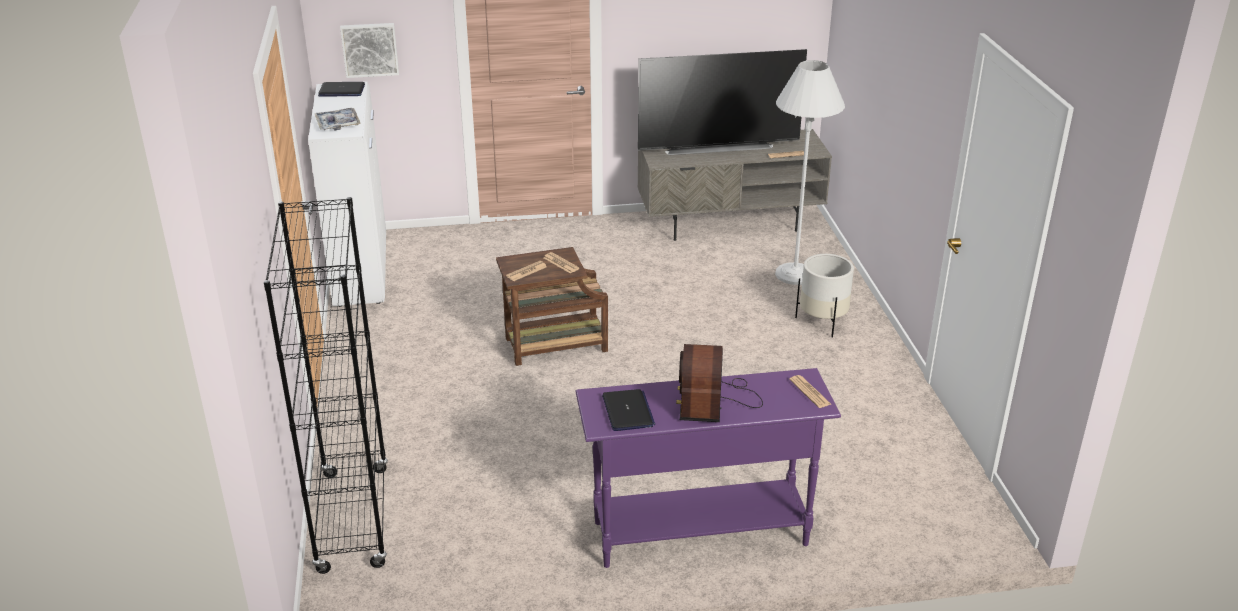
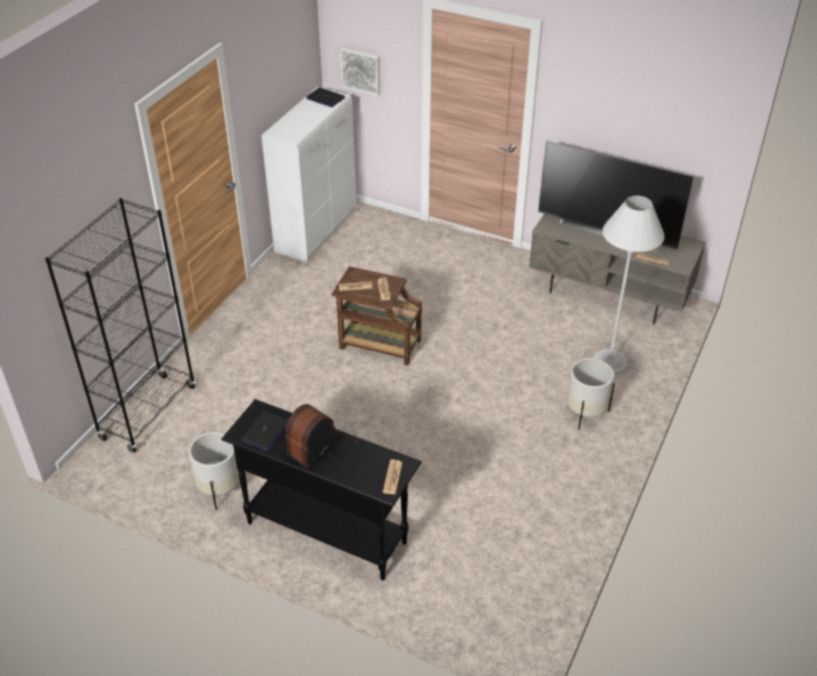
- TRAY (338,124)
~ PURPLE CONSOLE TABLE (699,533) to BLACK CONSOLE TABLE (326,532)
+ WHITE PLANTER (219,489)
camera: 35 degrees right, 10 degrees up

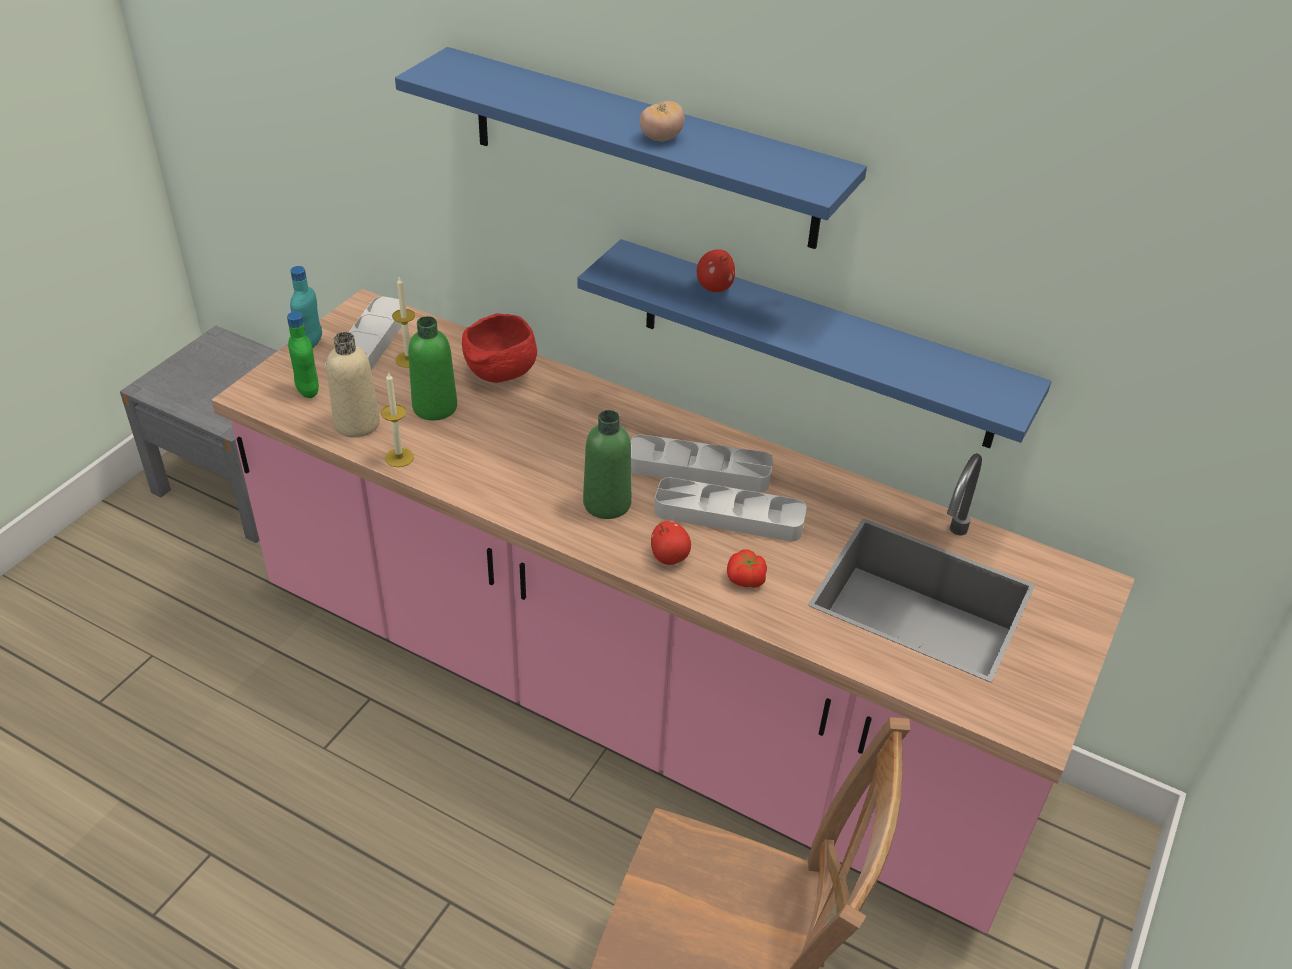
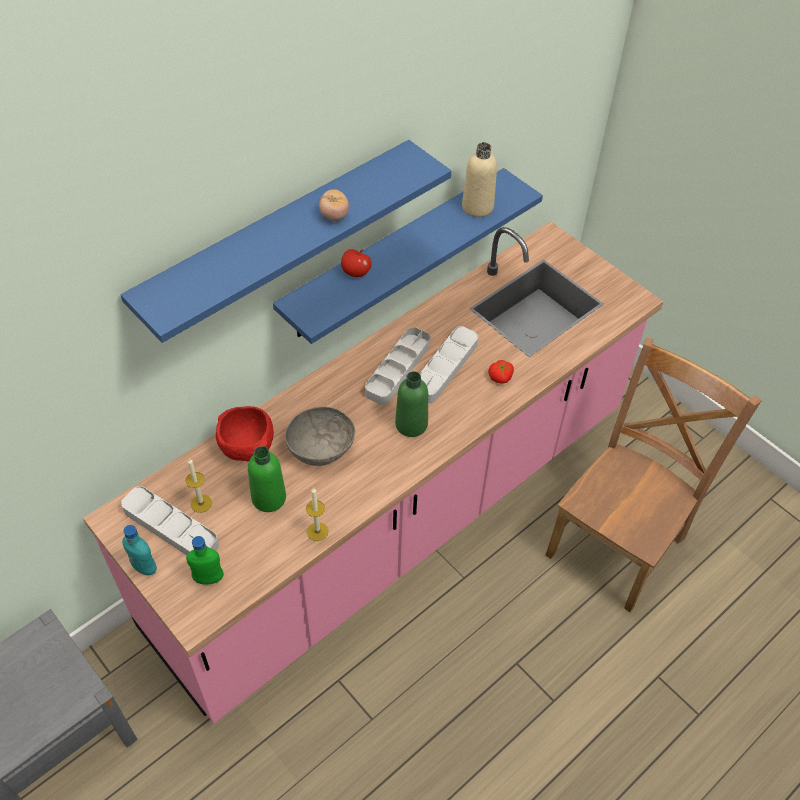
~ BEIGE BOTTLE (357,424) to (477,207)
- APPLE (669,557)
+ GREY BOWL (321,447)
camera: 70 degrees left, 10 degrees up

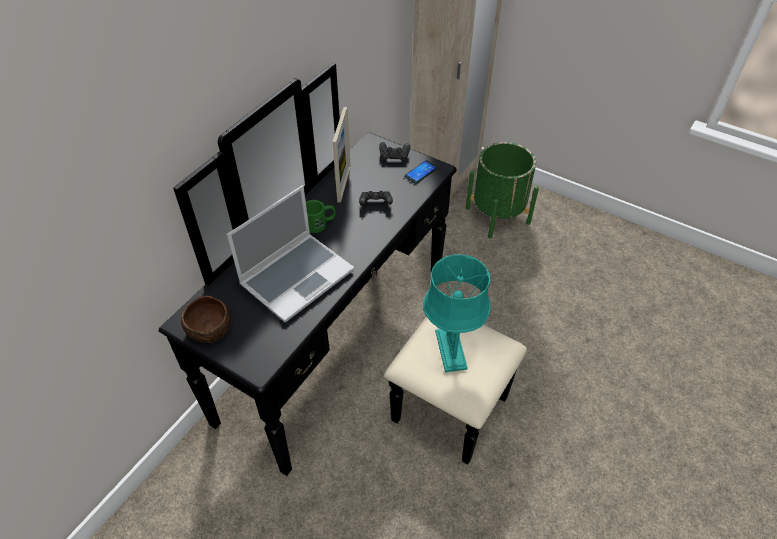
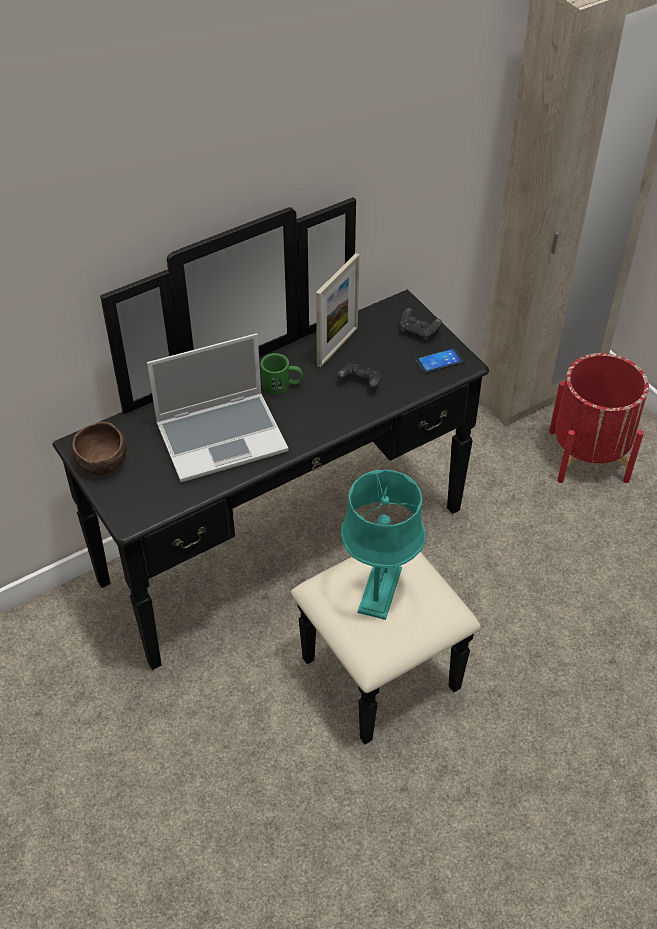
~ GREEN PLANTER (497,215) to RED PLANTER (588,456)
camera: 25 degrees right, 0 degrees up

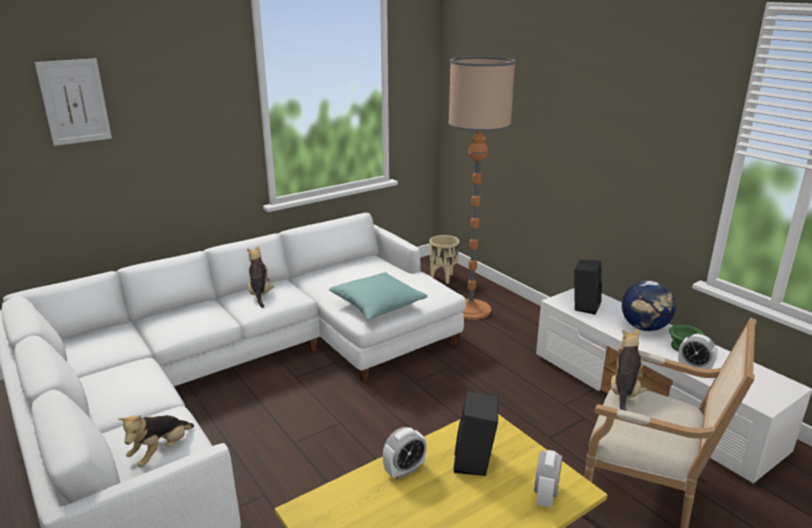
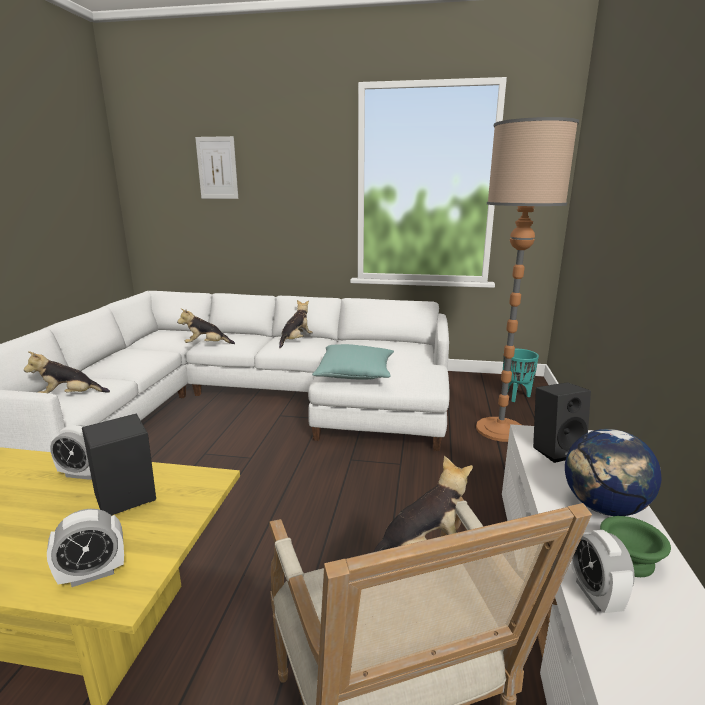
~ BEIGE PLANTER (443,278) to TURQUOISE PLANTER (516,396)
+ PLUSH TOY (206,345)
camera: 45 degrees right, 5 degrees down

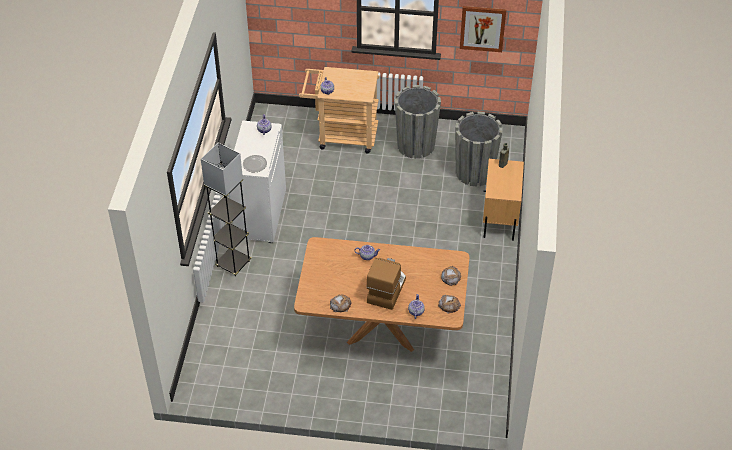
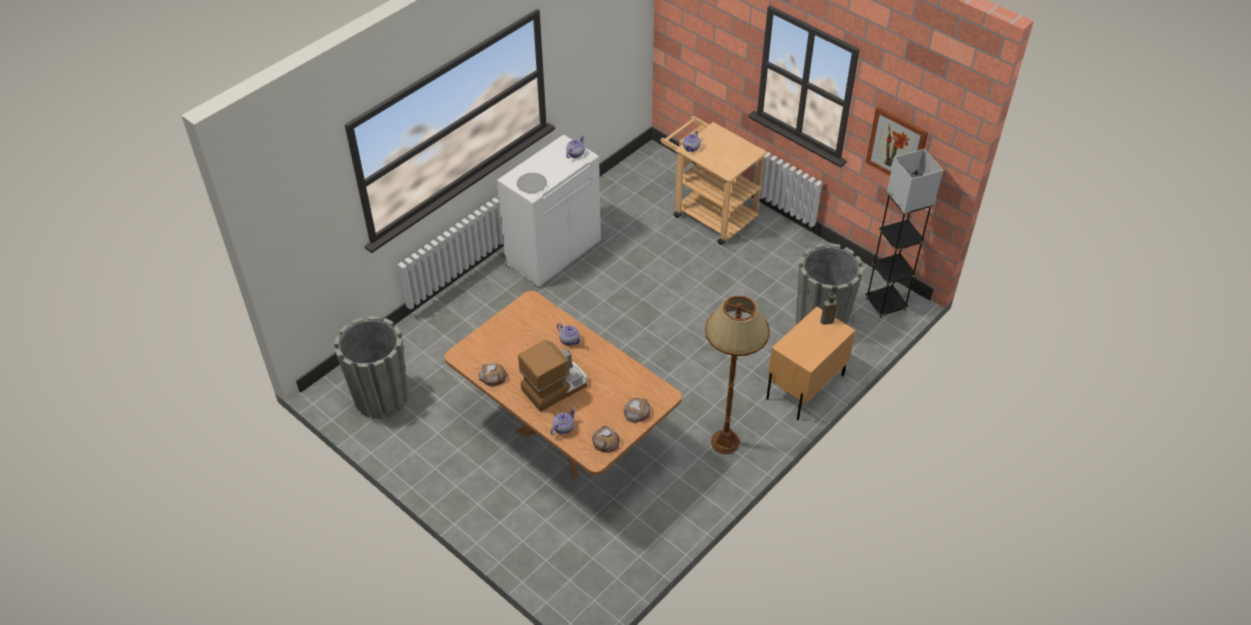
~ GREY PLANTER (415,145) to (381,397)
~ GREY FLOOR LAMP (233,264) to (885,304)
+ BROWN FLOOR LAMP (725,442)
camera: 35 degrees right, 0 degrees up

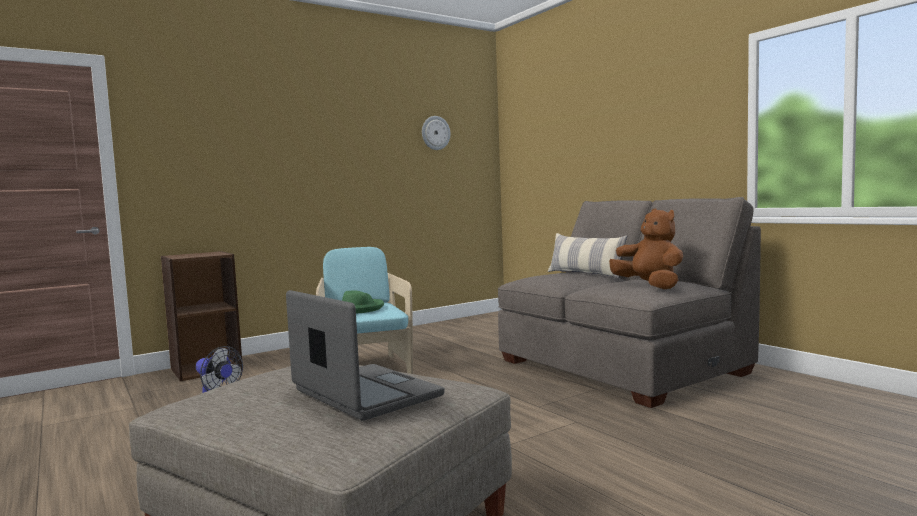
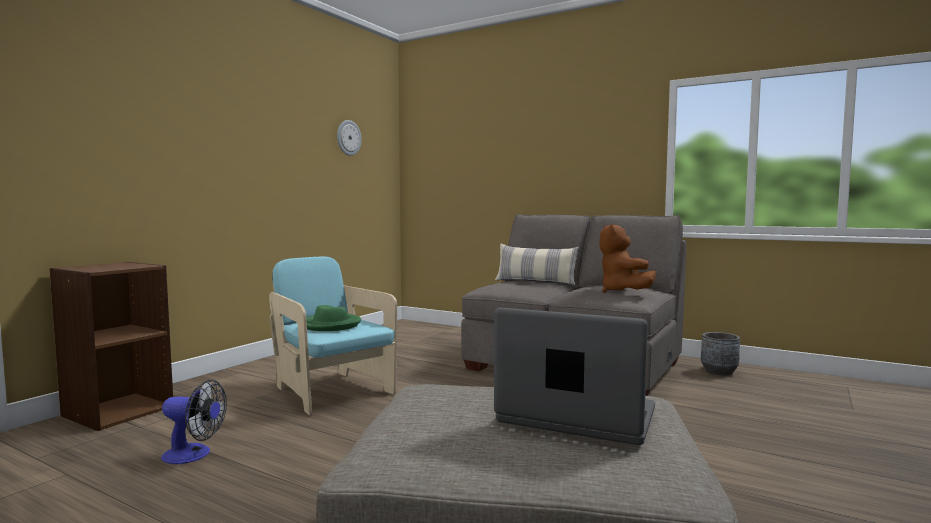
~ BROWN PLUSH TOY (649,286) = (622,292) 135 degrees counterclockwise
+ GREY PLANTER (719,371)
camera: 25 degrees left, 0 degrees up

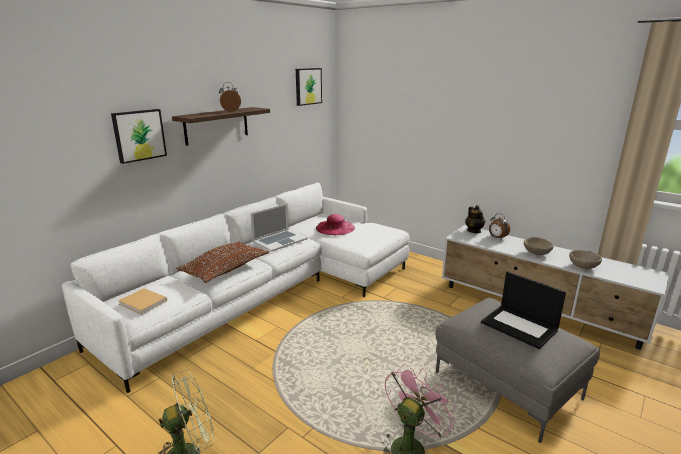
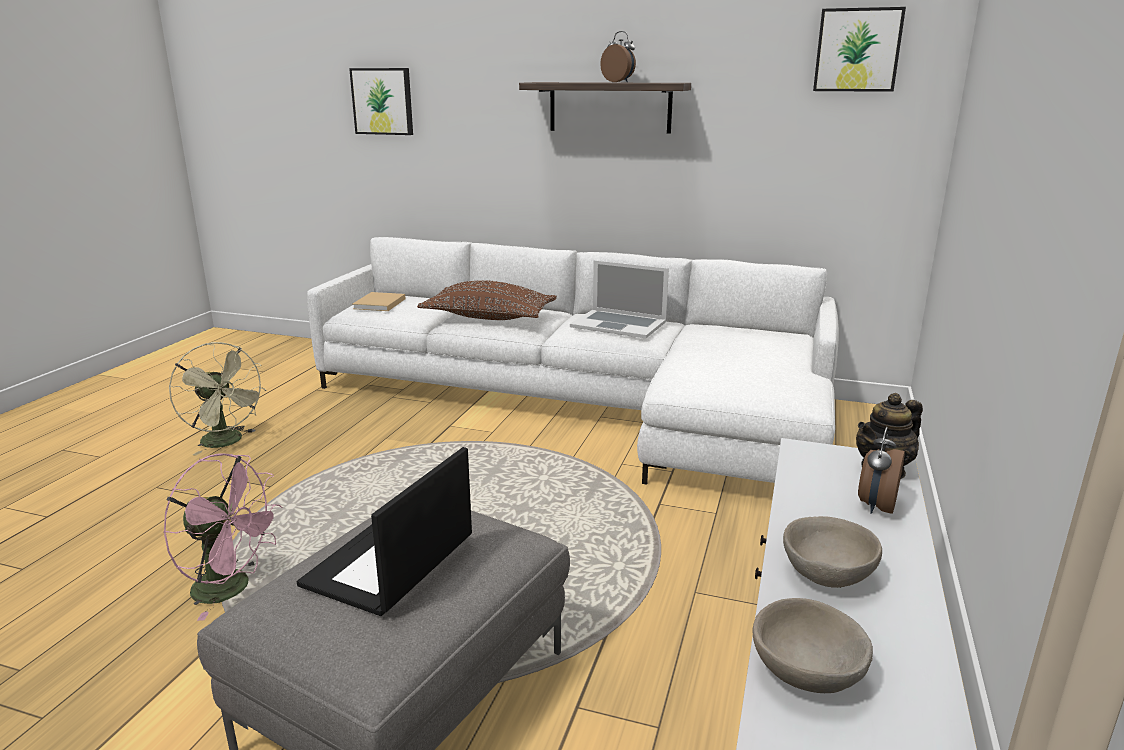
~ PICTURE (139,135) to (383,101)
- PINK HAT (335,227)
camera: 70 degrees right, 0 degrees up

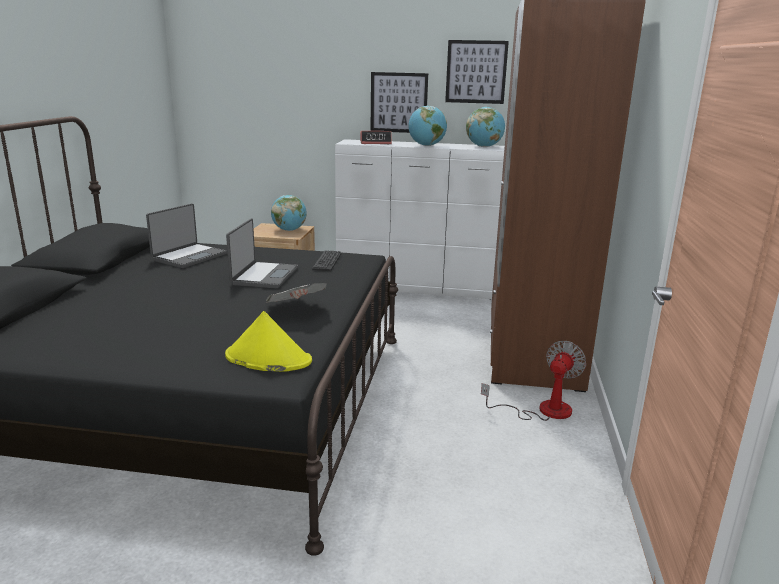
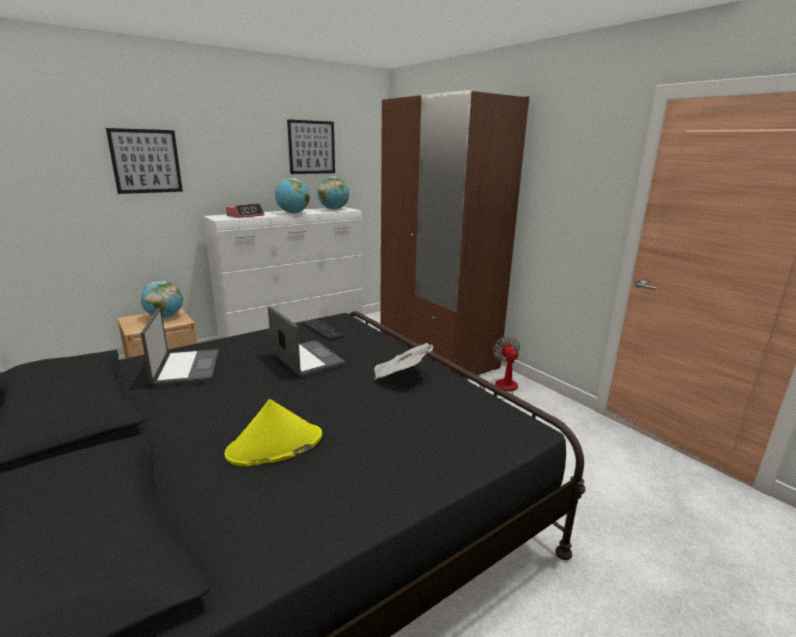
~ PICTURE (398,102) to (146,161)
~ YELLOW HAT (267,358) to (275,445)
camera: 45 degrees left, 0 degrees up

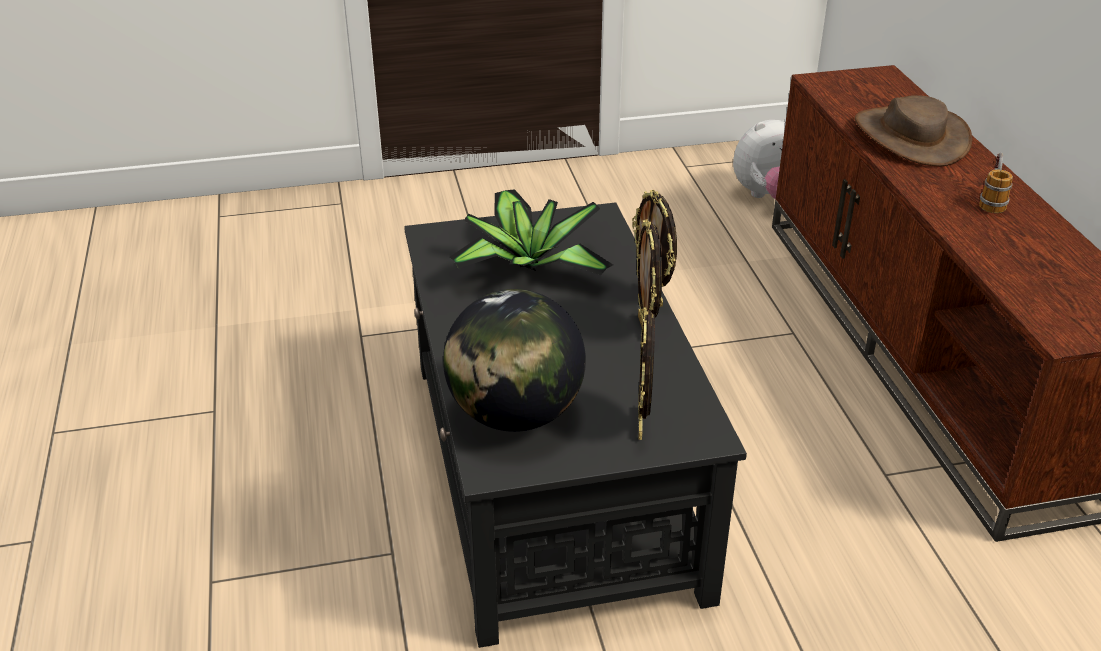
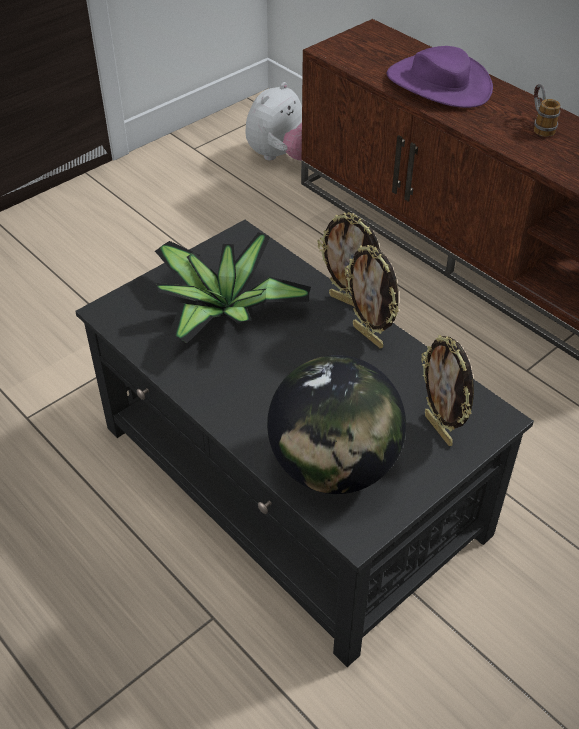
~ BROWN HAT (911,136) to PURPLE HAT (438,84)
camera: 30 degrees left, 10 degrees up

